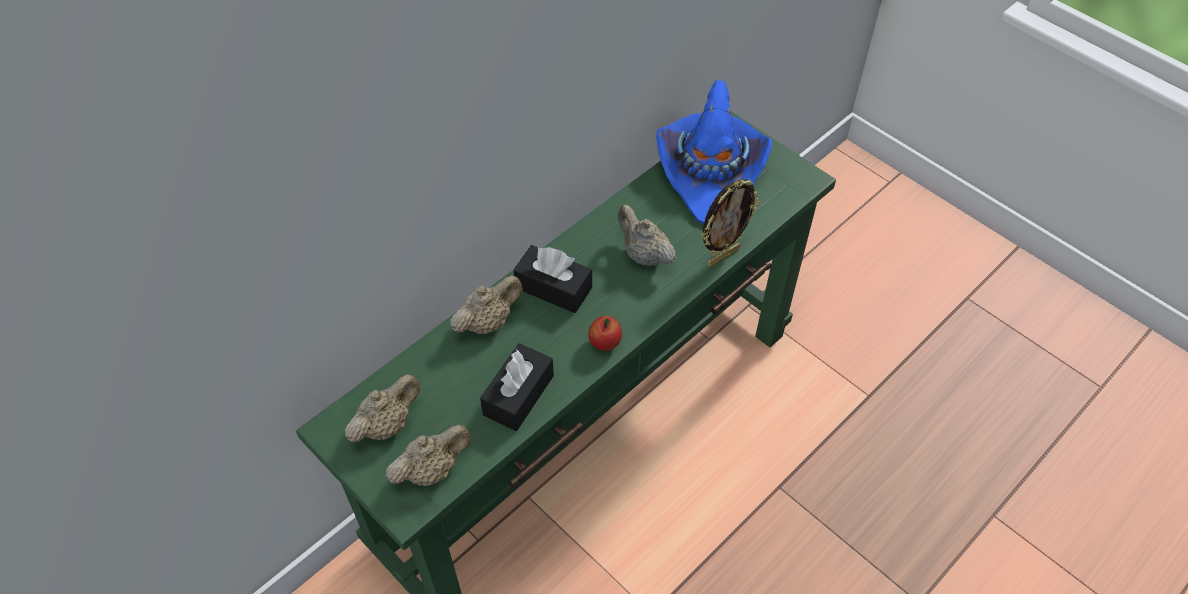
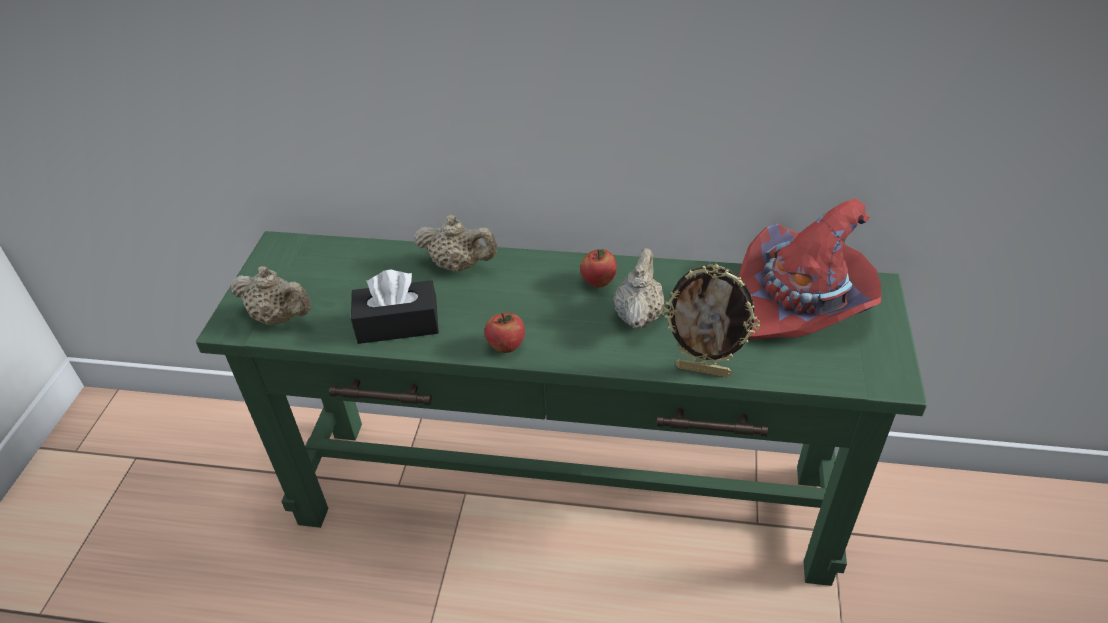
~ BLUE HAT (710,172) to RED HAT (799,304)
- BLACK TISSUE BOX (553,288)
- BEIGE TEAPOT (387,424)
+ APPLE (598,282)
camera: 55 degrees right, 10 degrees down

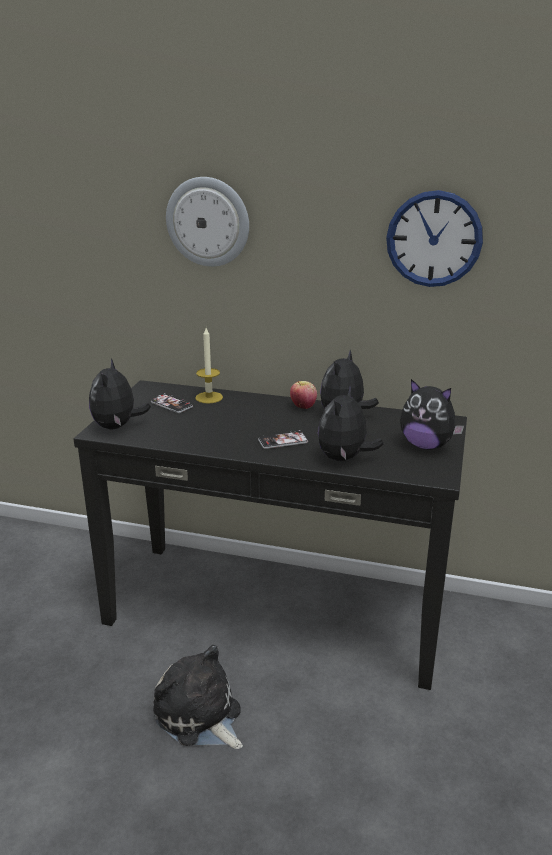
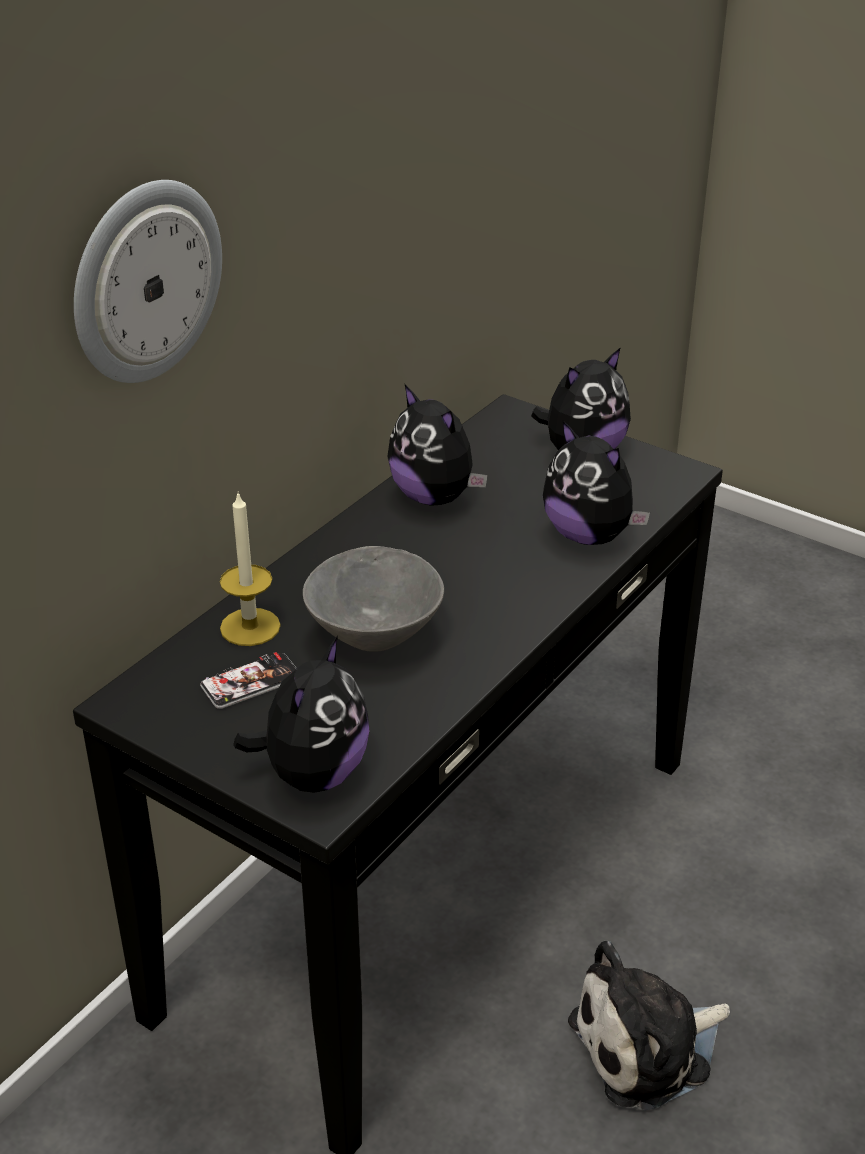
- WALL CLOCK (434,239)
~ PLUSH TOY (117,427) = (313,773) 90 degrees counterclockwise
- APPLE (303,406)
- PHONE (283,441)
+ GREY BOWL (376,633)
camera: 70 degrees left, 10 degrees up

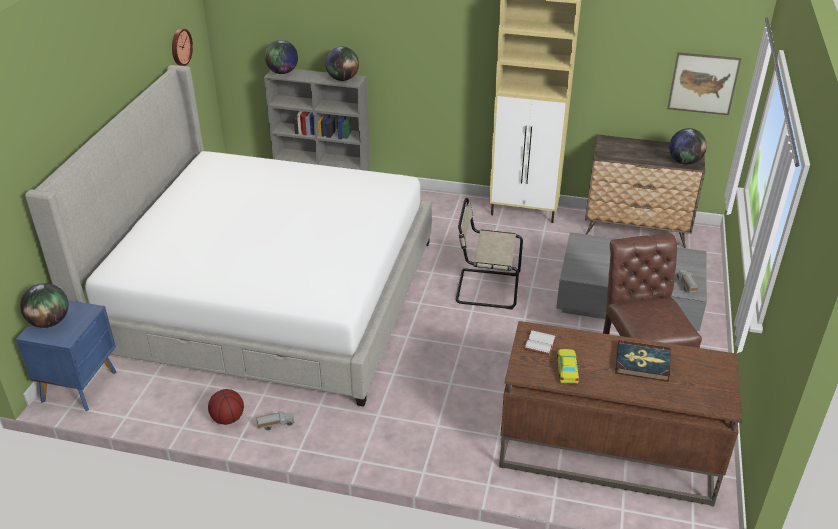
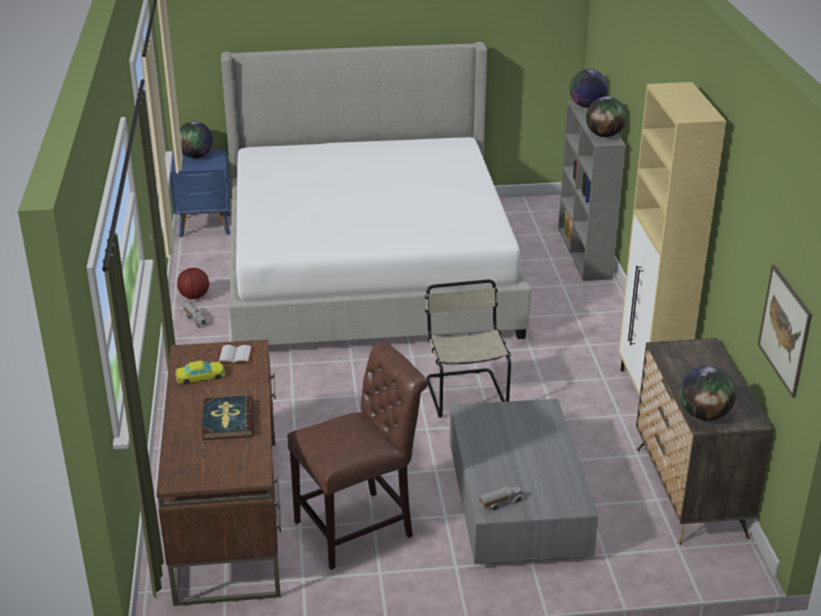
- WALL CLOCK (180,47)
camera: 70 degrees right, 5 degrees down

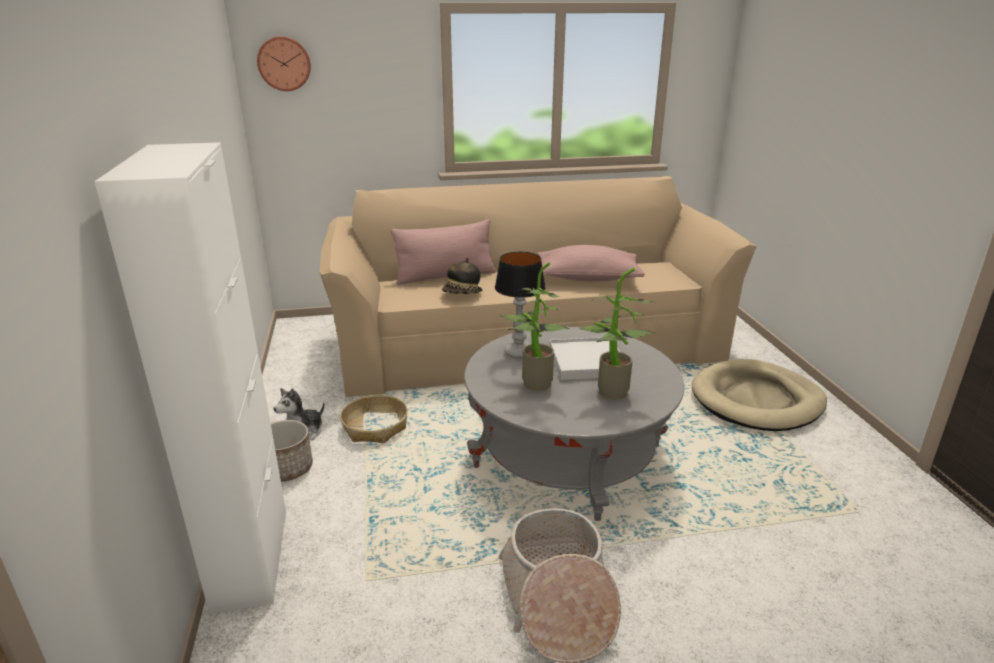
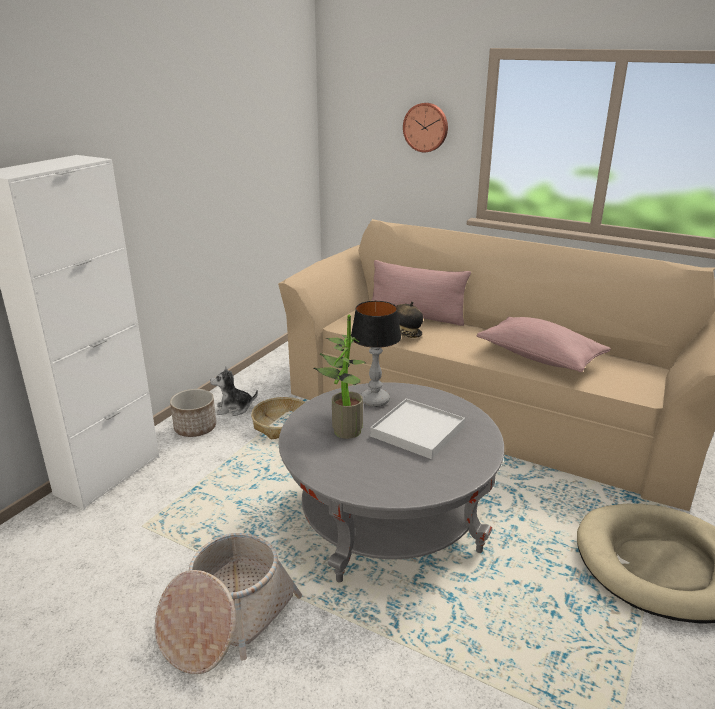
~ WALL CLOCK (284,63) to (426,127)
- POTTED PLANT (610,394)
camera: 40 degrees right, 0 degrees up

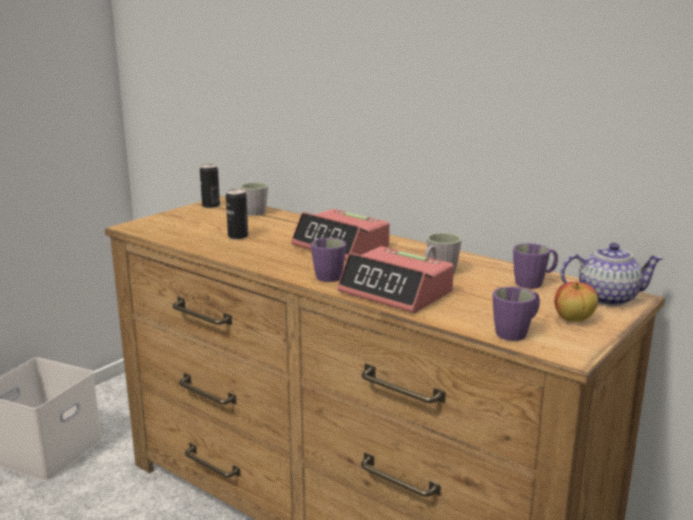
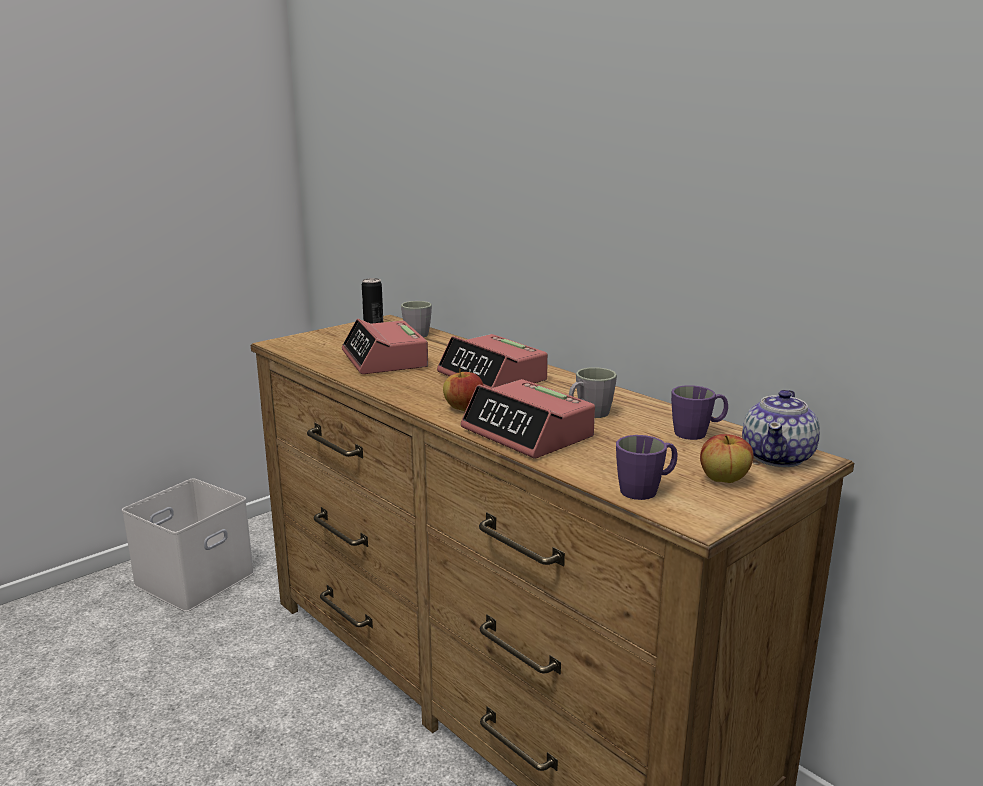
~ CAN (238,236) to ALARM CLOCK (384,360)
~ PURPLE MUG (330,275) to APPLE (463,408)
~ TEAPOT (606,298) = (778,457) 105 degrees clockwise
camera: 10 degrees right, 0 degrees up

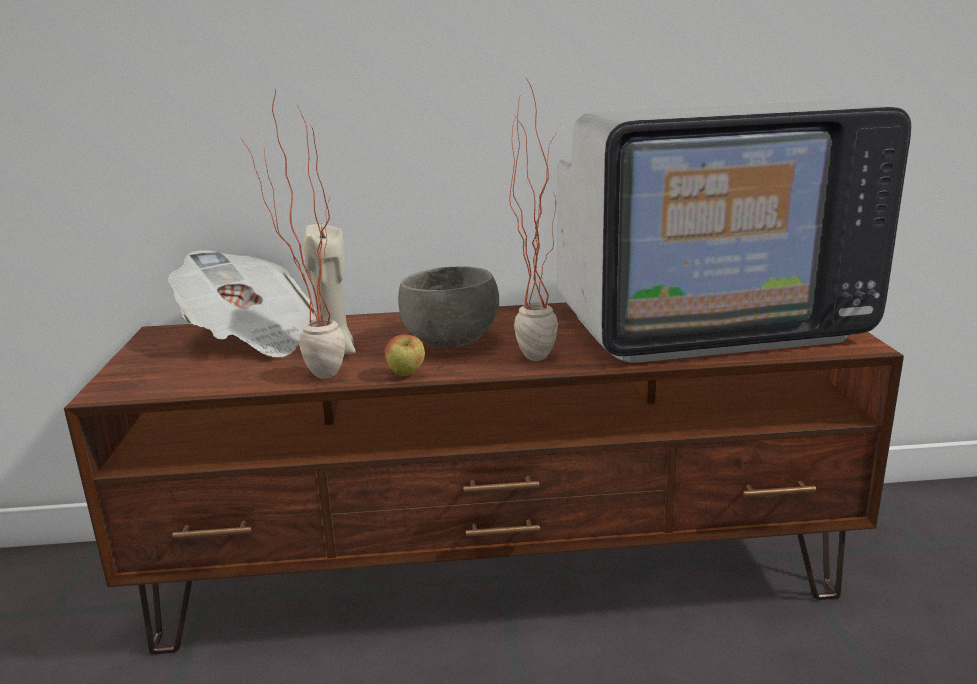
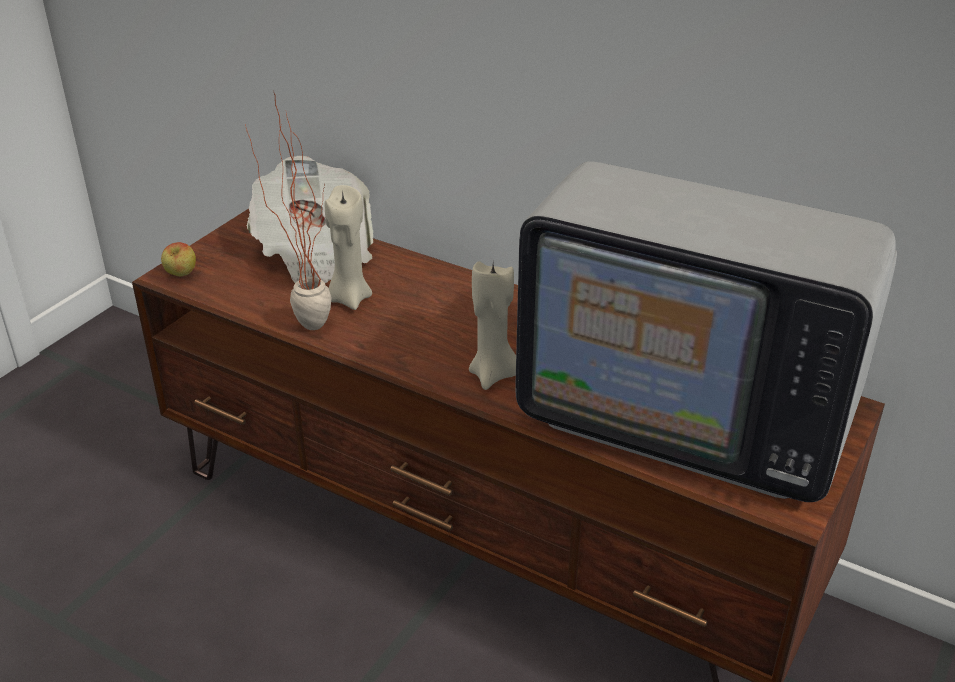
~ POTTED PLANT (537,352) to BEIGE CANDLE (493,375)
- GREY BOWL (451,342)
~ APPLE (406,374) to (181,275)
camera: 35 degrees right, 15 degrees up

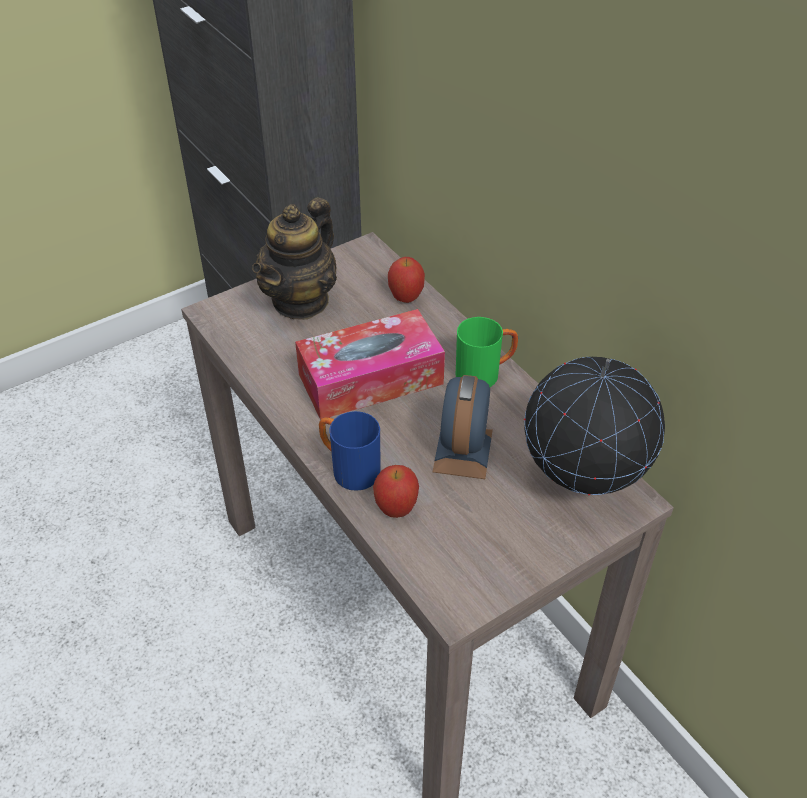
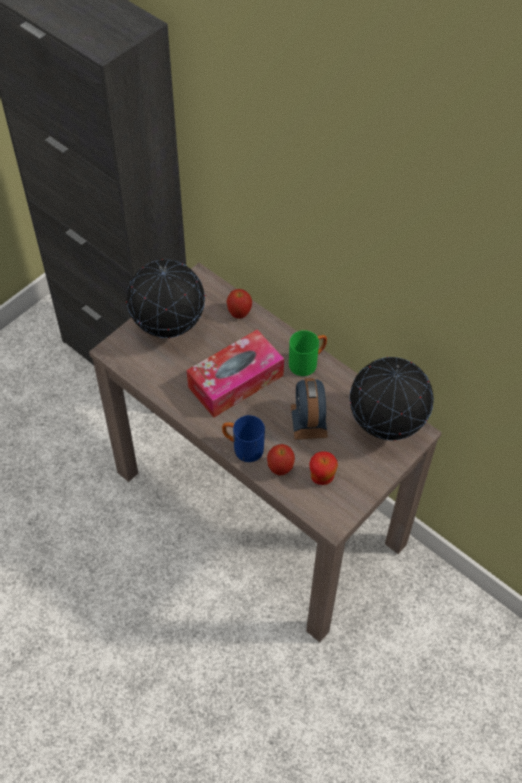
~ TEAPOT (301,301) to GLOBE (169,329)
+ APPLE (321,477)
camera: 15 degrees left, 10 degrees up

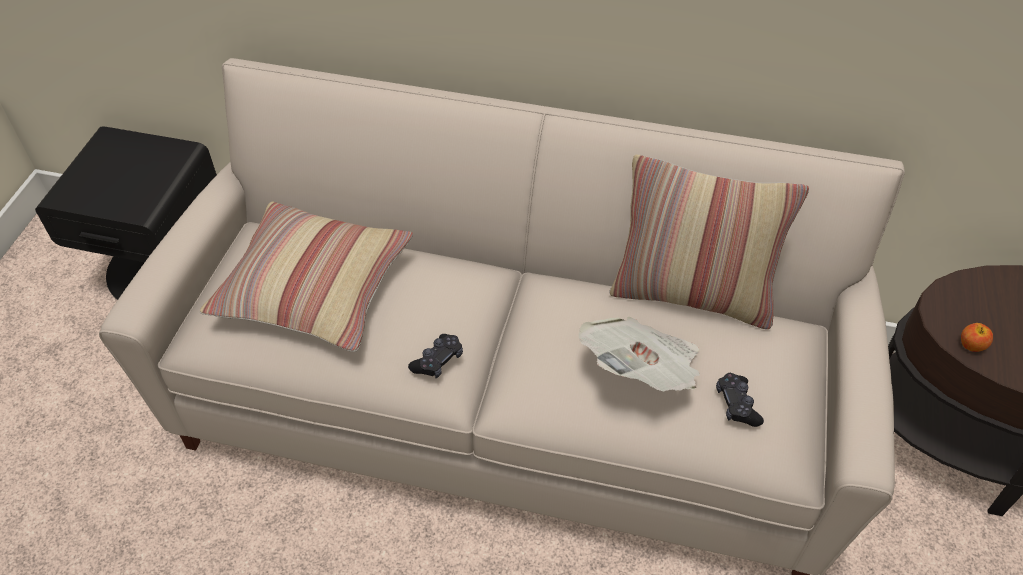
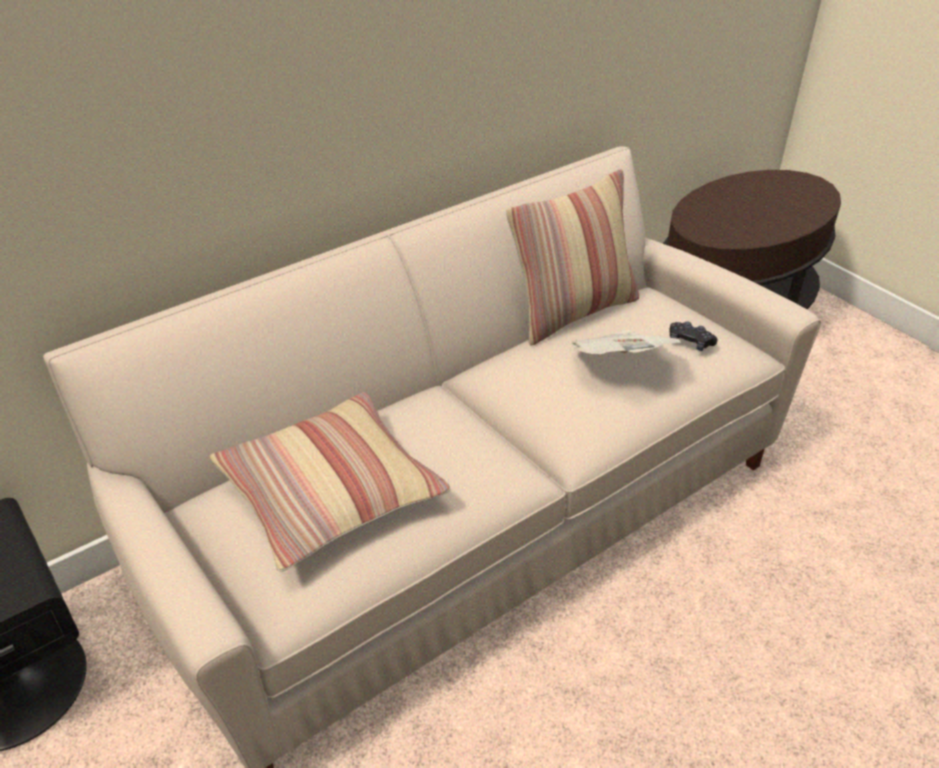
- APPLE (971,345)
- BLACK GAME CONTROLLER (438,361)
camera: 50 degrees left, 10 degrees down

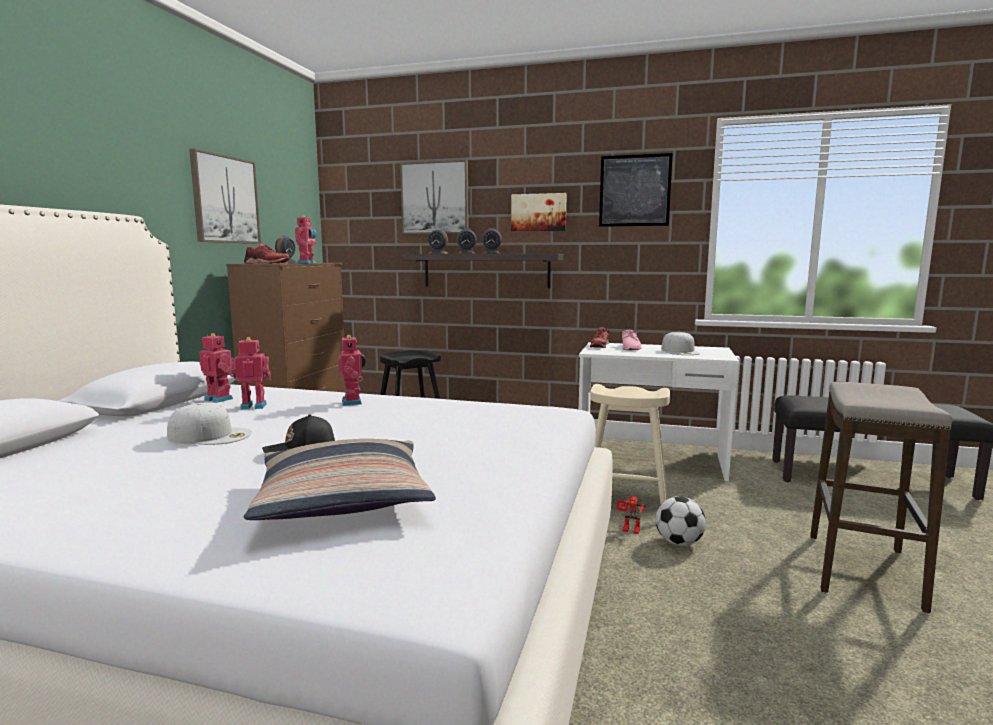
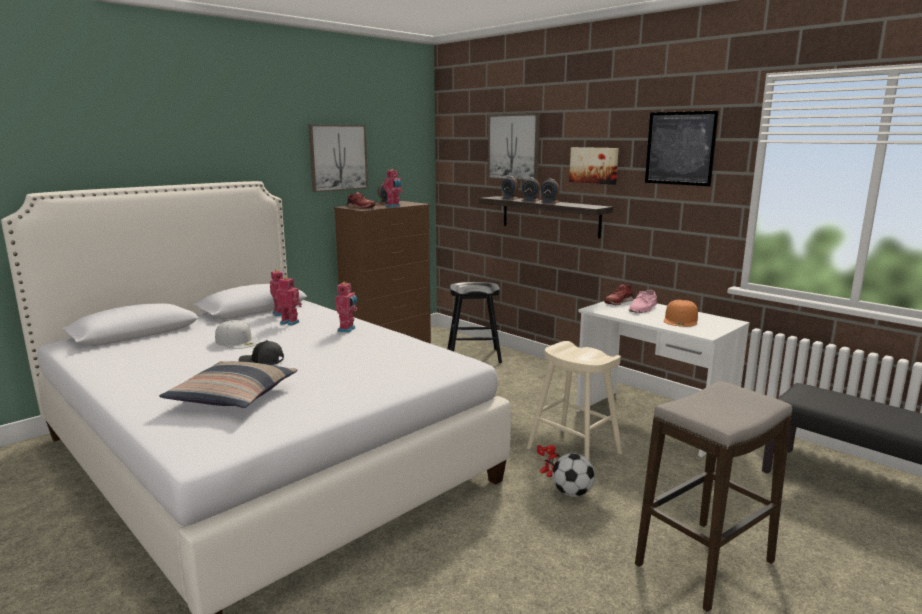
~ WHITE CAP (680,351) to ORANGE CAP (681,320)
camera: 30 degrees right, 5 degrees up

